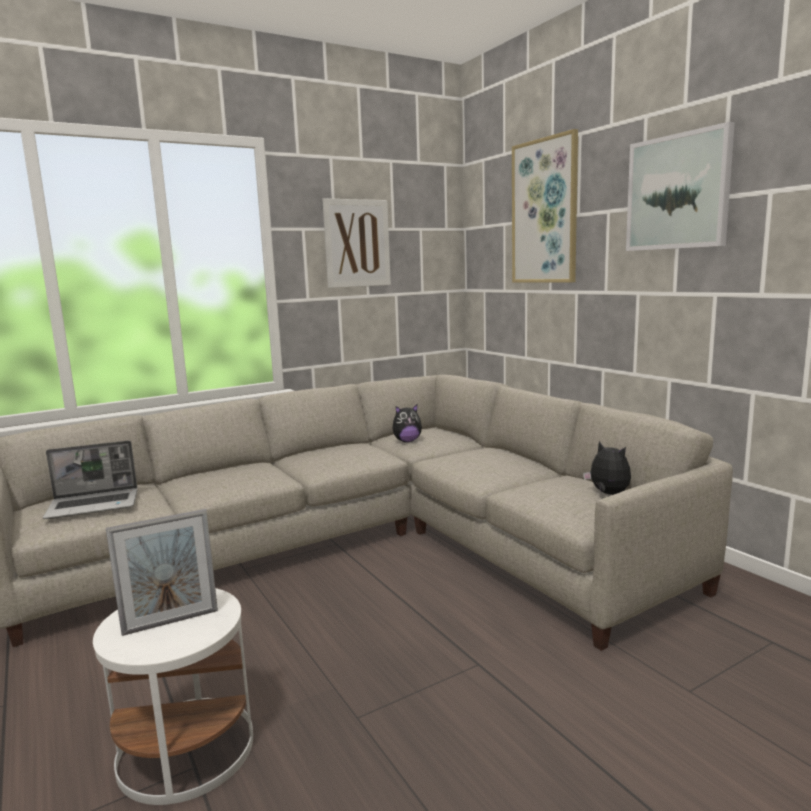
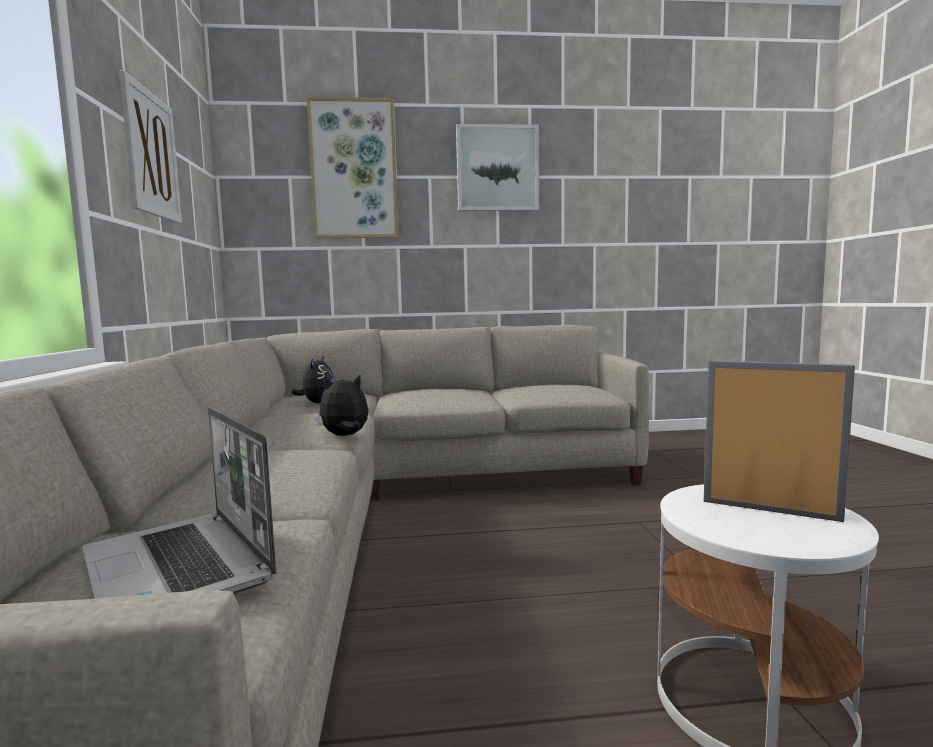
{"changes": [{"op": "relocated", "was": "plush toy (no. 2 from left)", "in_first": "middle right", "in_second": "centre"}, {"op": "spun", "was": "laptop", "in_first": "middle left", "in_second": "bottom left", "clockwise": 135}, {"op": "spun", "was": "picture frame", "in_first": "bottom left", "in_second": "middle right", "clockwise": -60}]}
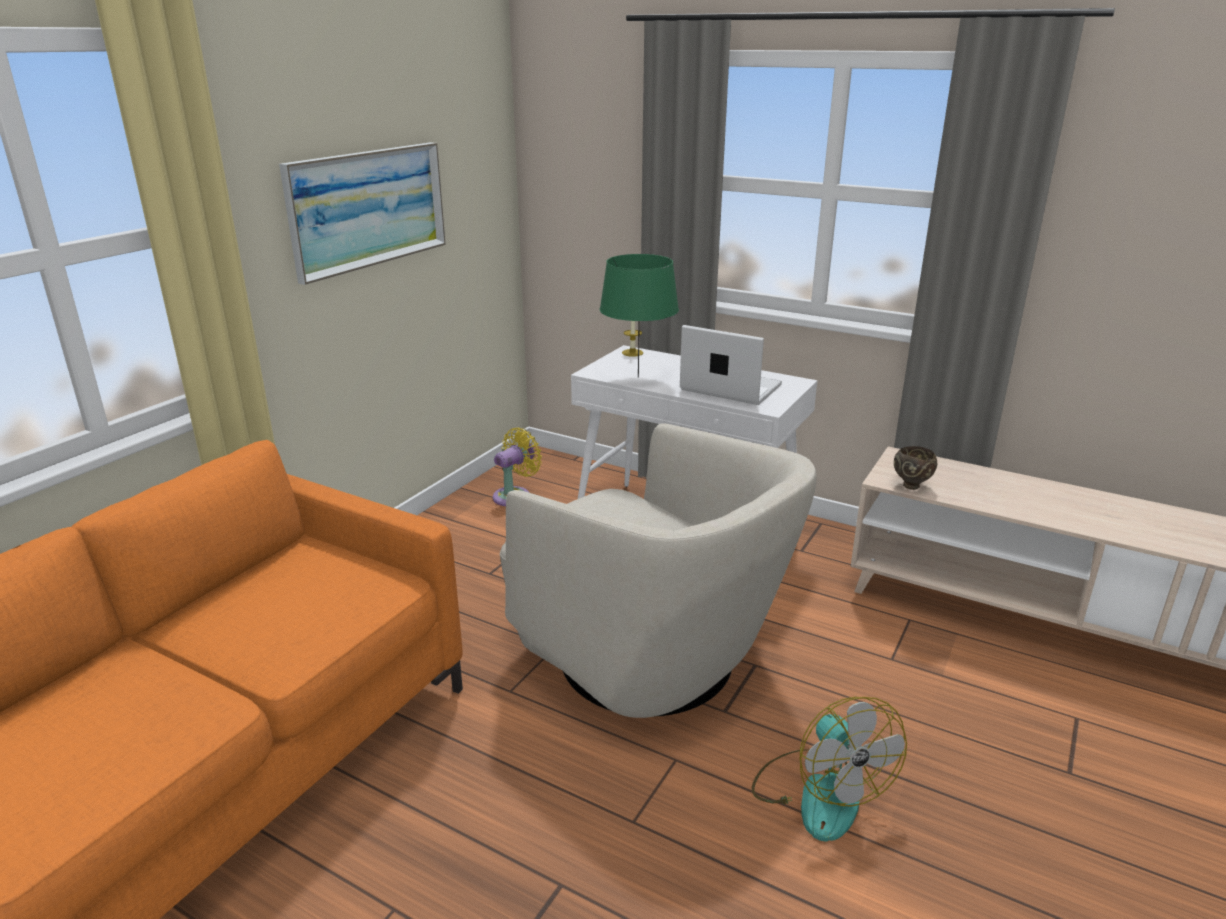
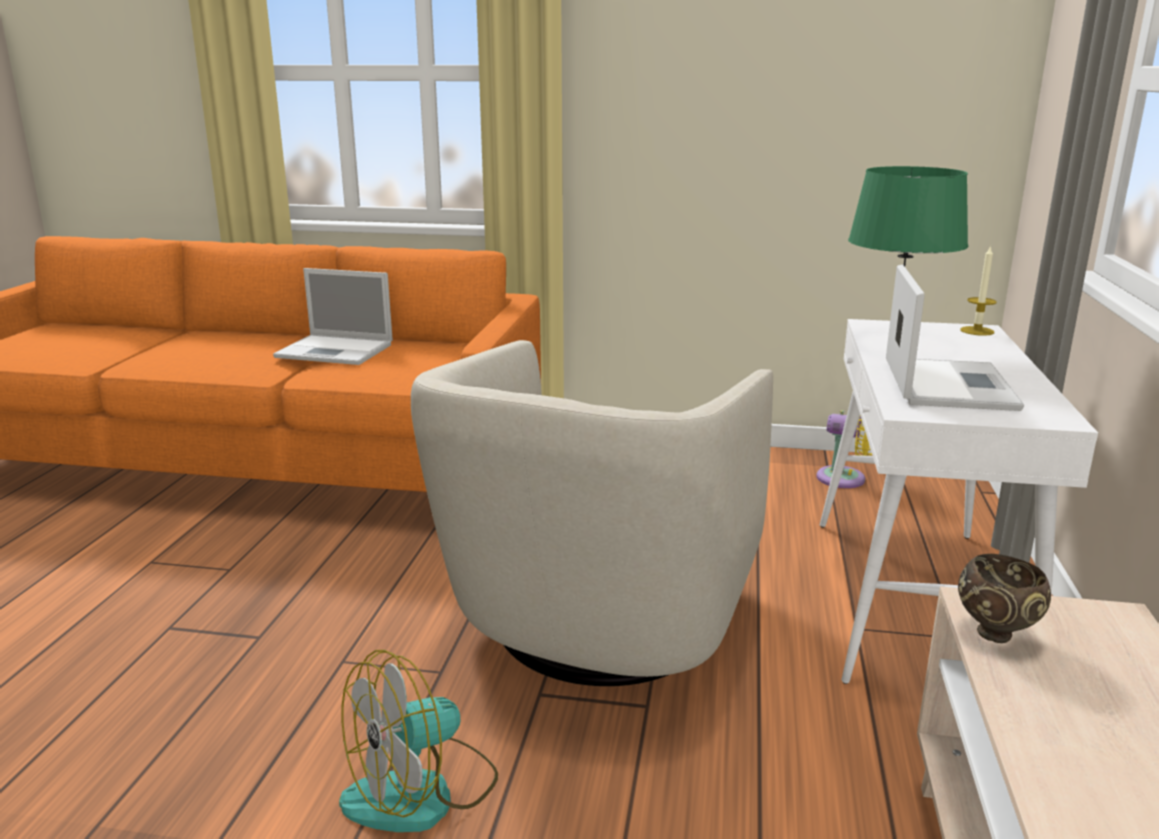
{"changes": [{"op": "missing", "was": "picture", "in_first": "top left"}, {"op": "appeared", "now": "laptop (no. 1 from left)", "in_second": "middle left"}]}
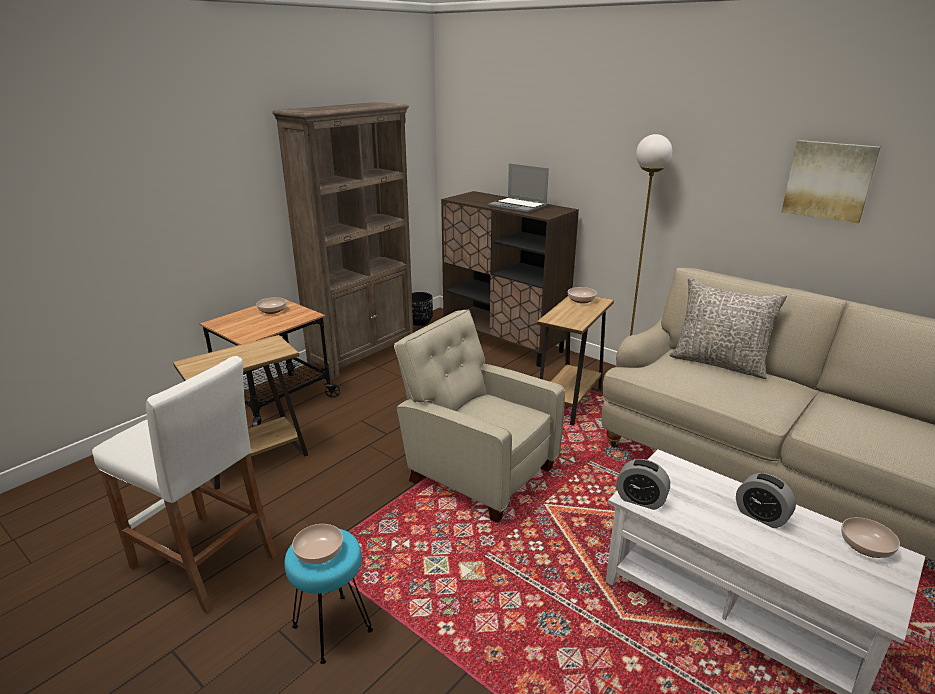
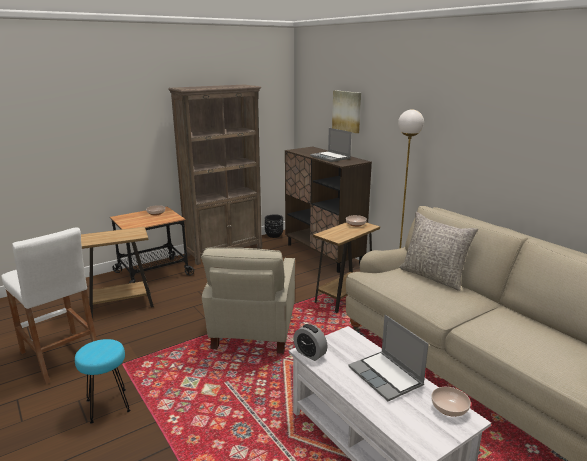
{"changes": [{"op": "missing", "was": "bowl (no. 2 from left)", "in_first": "bottom centre"}, {"op": "relocated", "was": "picture", "in_first": "top right", "in_second": "top centre"}, {"op": "exchanged", "was": "alarm clock (no. 2 from left)", "now": "laptop (no. 2 from left)", "in_first": "bottom right", "in_second": "bottom centre"}, {"op": "spun", "was": "armchair (beige)", "in_first": "centre", "in_second": "centre", "clockwise": -135}]}
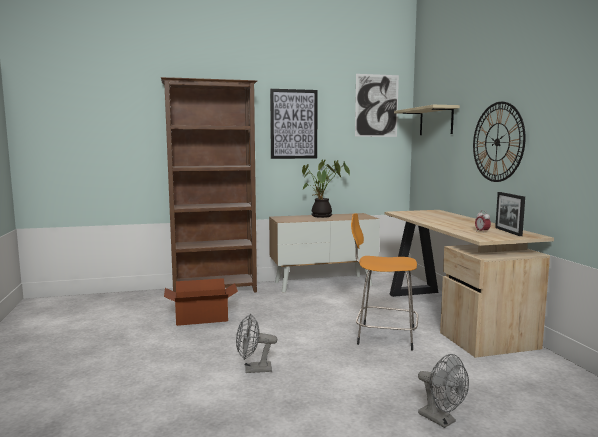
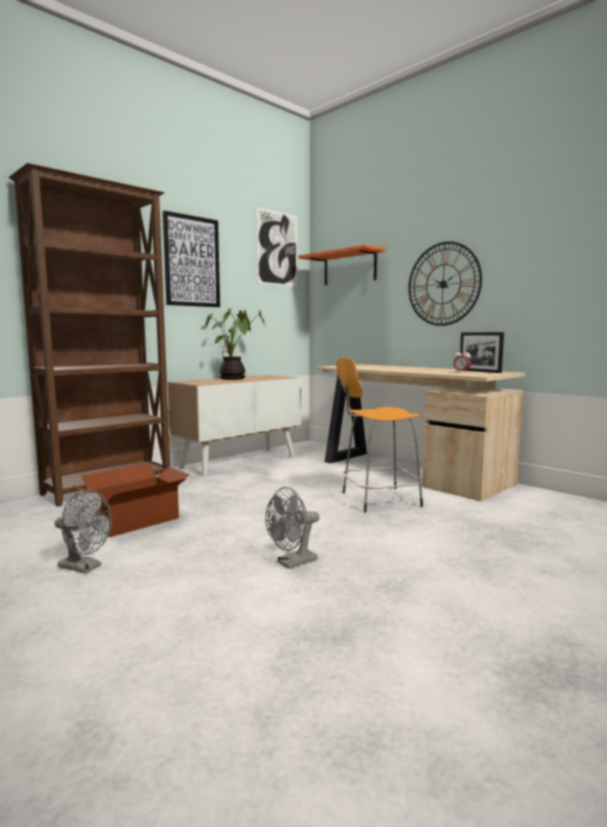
{"changes": [{"op": "relocated", "was": "fan (grey) (no. 2 from left in the first image)", "now": "fan (grey) (no. 1 from left)", "in_first": "bottom right", "in_second": "middle left"}, {"op": "colour", "was": "shelf (beige)", "now": "shelf (orange)", "in_first": "top right", "in_second": "top centre"}]}
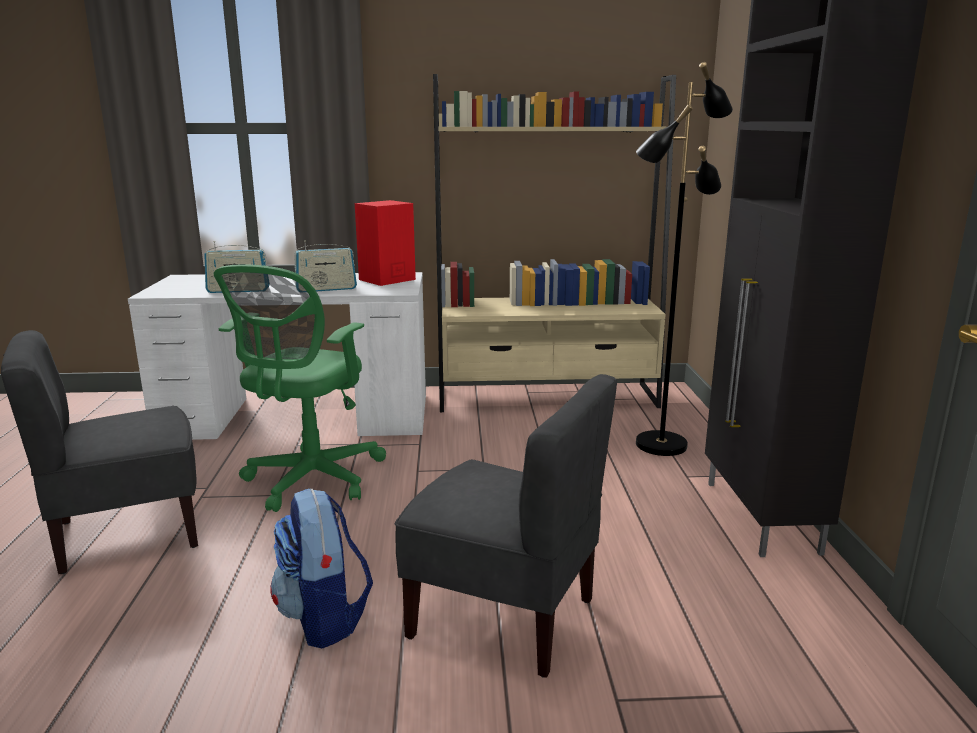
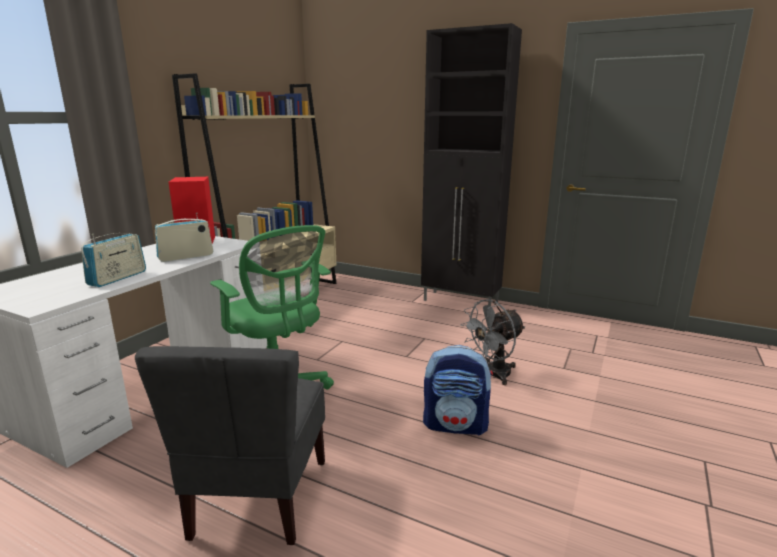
{"changes": [{"op": "missing", "was": "floor lamp (black)", "in_first": "middle right"}, {"op": "exchanged", "was": "chair (grey) (no. 2 from left)", "now": "fan (grey)", "in_first": "bottom centre", "in_second": "centre"}, {"op": "spun", "was": "radio (no. 2 from left)", "in_first": "middle left", "in_second": "middle left", "clockwise": -135}]}
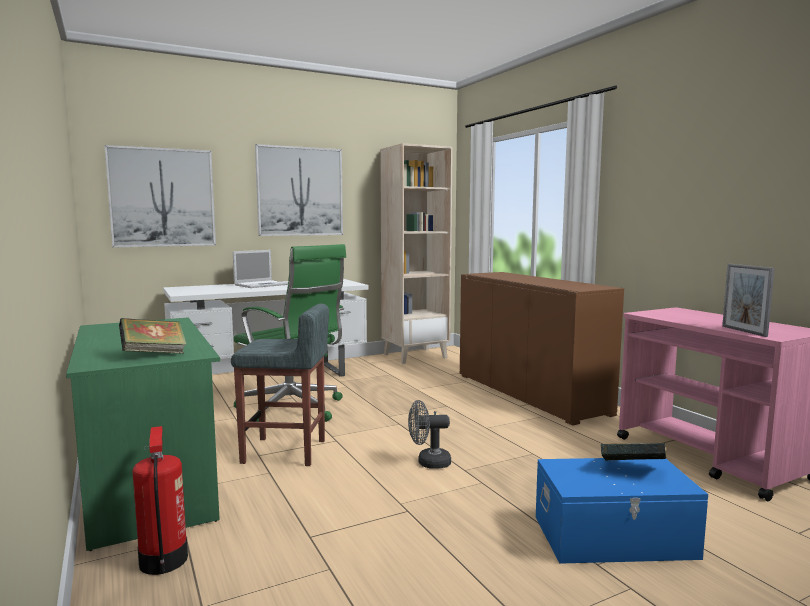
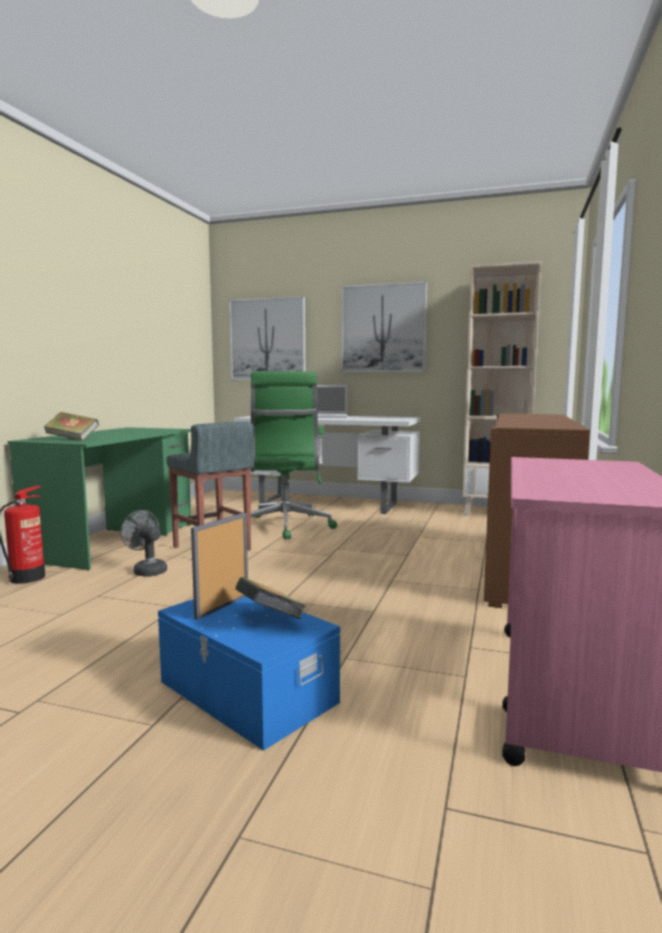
{"changes": [{"op": "relocated", "was": "fan (grey)", "in_first": "bottom centre", "in_second": "middle left"}, {"op": "relocated", "was": "picture frame", "in_first": "middle right", "in_second": "middle left"}]}
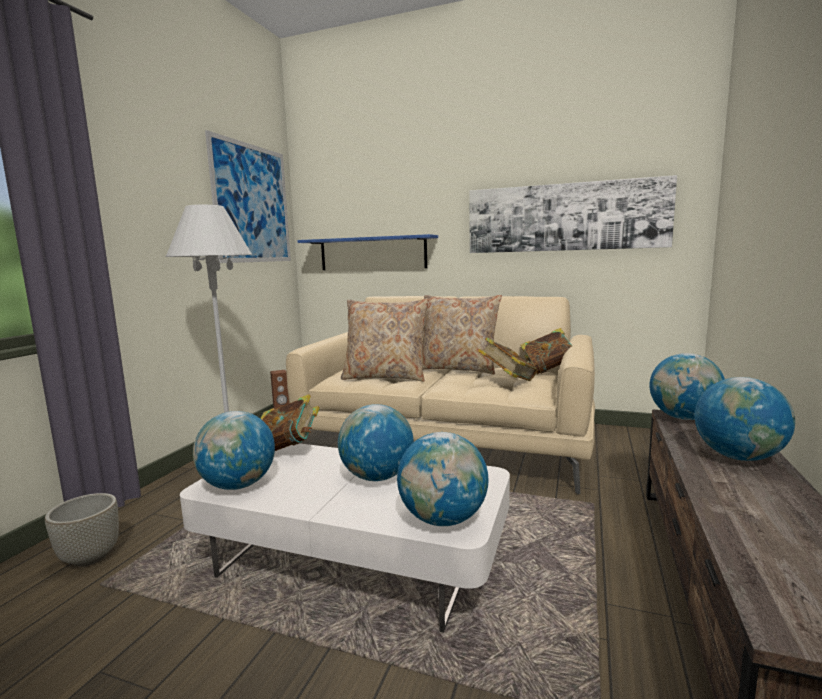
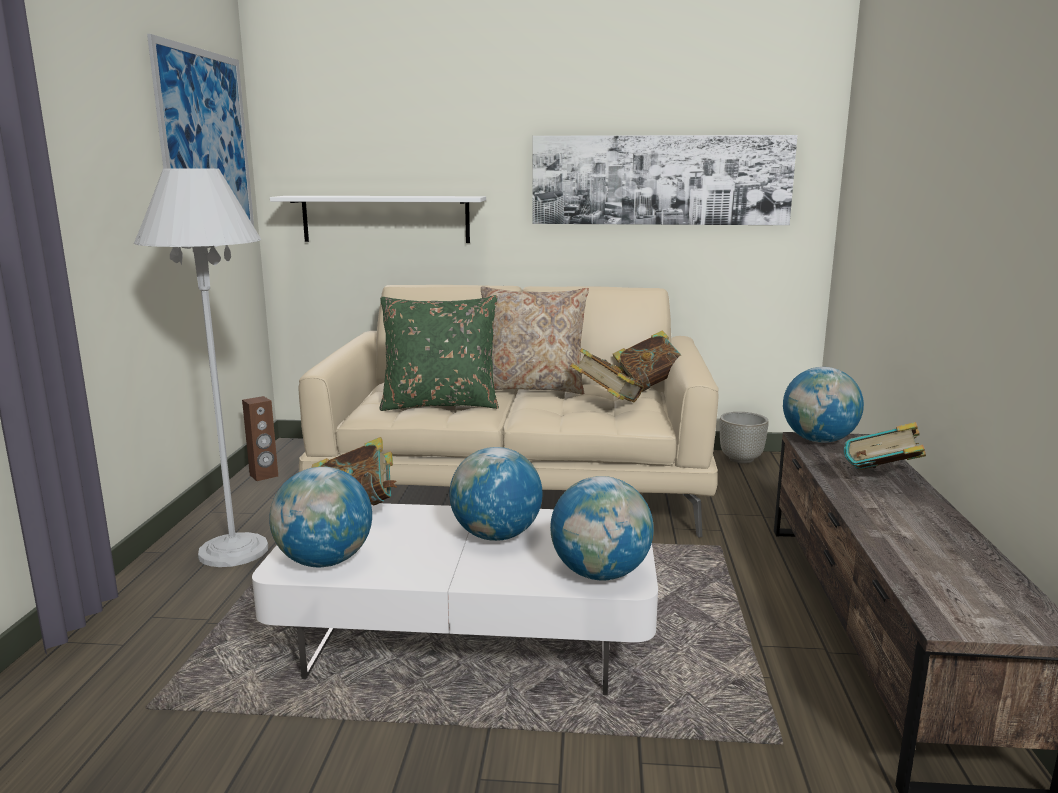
{"changes": [{"op": "relocated", "was": "planter (grey)", "in_first": "bottom left", "in_second": "middle right"}, {"op": "exchanged", "was": "globe (no. 5 from left)", "now": "book (no. 4 from left)", "in_first": "middle right", "in_second": "middle right"}, {"op": "colour", "was": "shelf (blue)", "now": "shelf (white)", "in_first": "centre", "in_second": "top centre"}, {"op": "colour", "was": "pillow (beige) (no. 1 from left)", "now": "pillow (green)", "in_first": "centre", "in_second": "centre"}]}
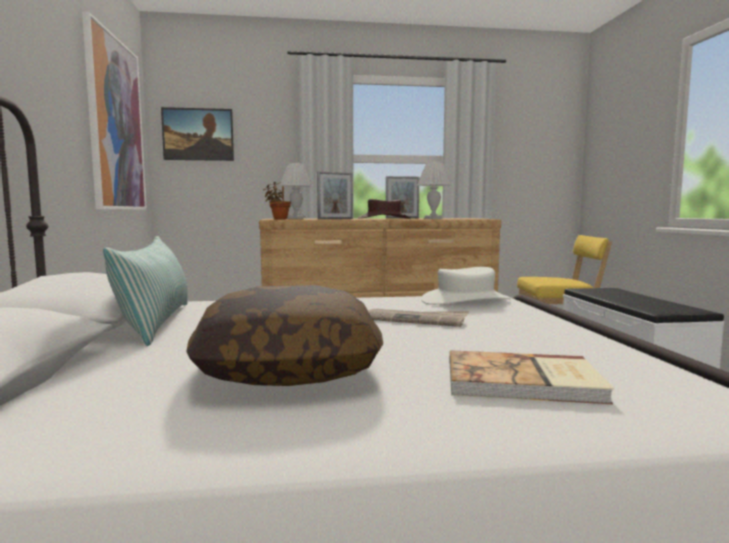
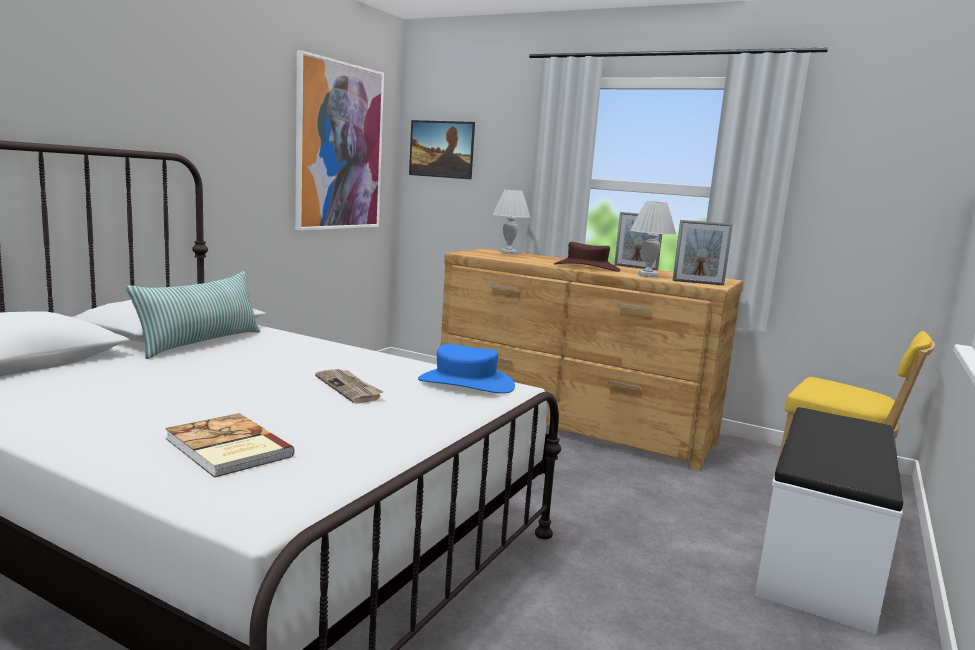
{"changes": [{"op": "missing", "was": "pillow (no. 2 from left)", "in_first": "centre"}, {"op": "missing", "was": "potted plant", "in_first": "centre"}, {"op": "relocated", "was": "picture frame (no. 1 from left in the first image)", "now": "picture frame (no. 2 from left)", "in_first": "centre", "in_second": "middle right"}, {"op": "colour", "was": "hat (white)", "now": "hat (blue)", "in_first": "centre", "in_second": "centre"}]}
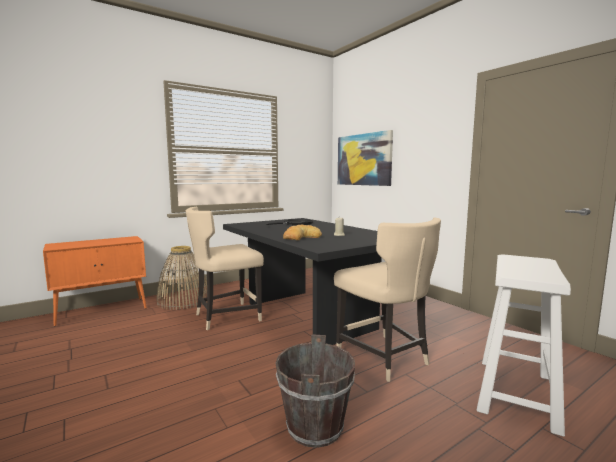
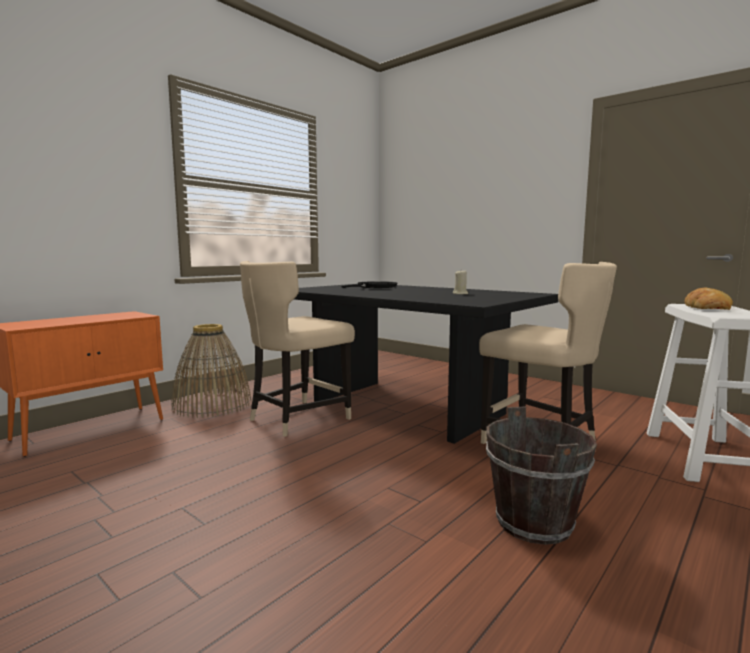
{"changes": [{"op": "missing", "was": "picture", "in_first": "centre"}, {"op": "relocated", "was": "bread", "in_first": "centre", "in_second": "middle right"}]}
